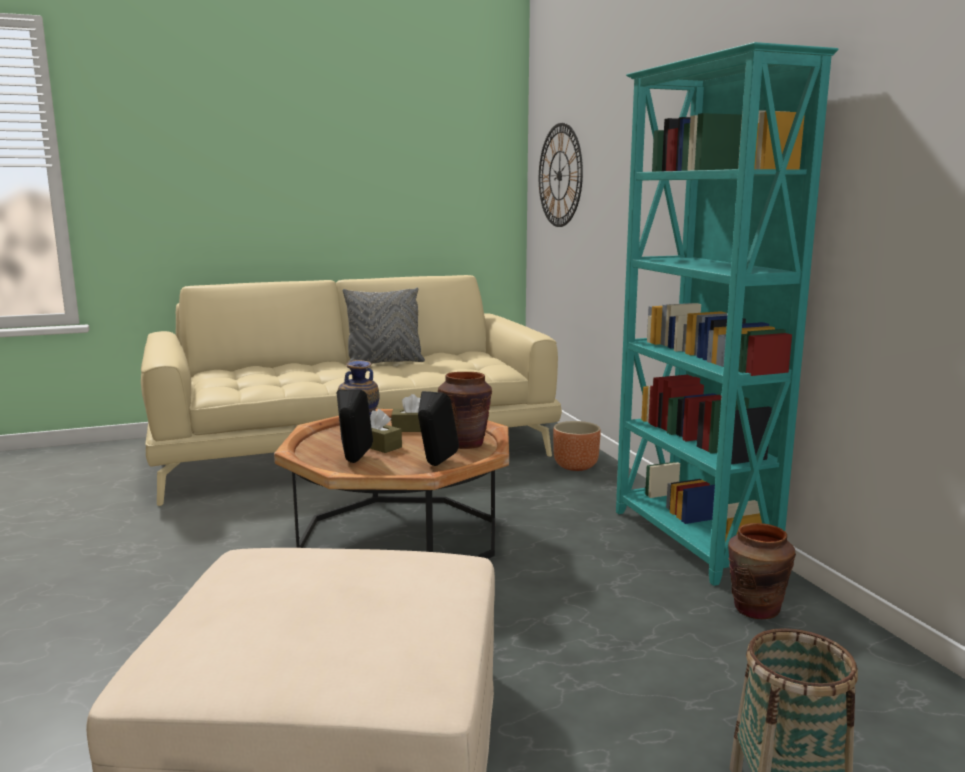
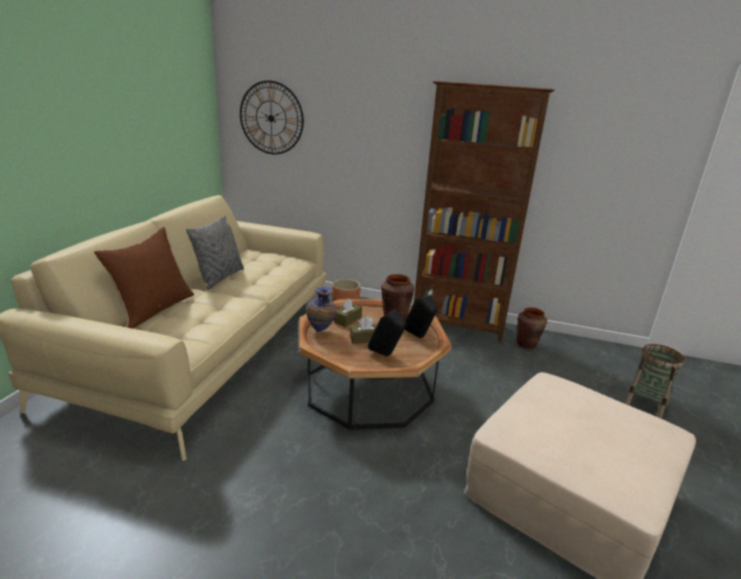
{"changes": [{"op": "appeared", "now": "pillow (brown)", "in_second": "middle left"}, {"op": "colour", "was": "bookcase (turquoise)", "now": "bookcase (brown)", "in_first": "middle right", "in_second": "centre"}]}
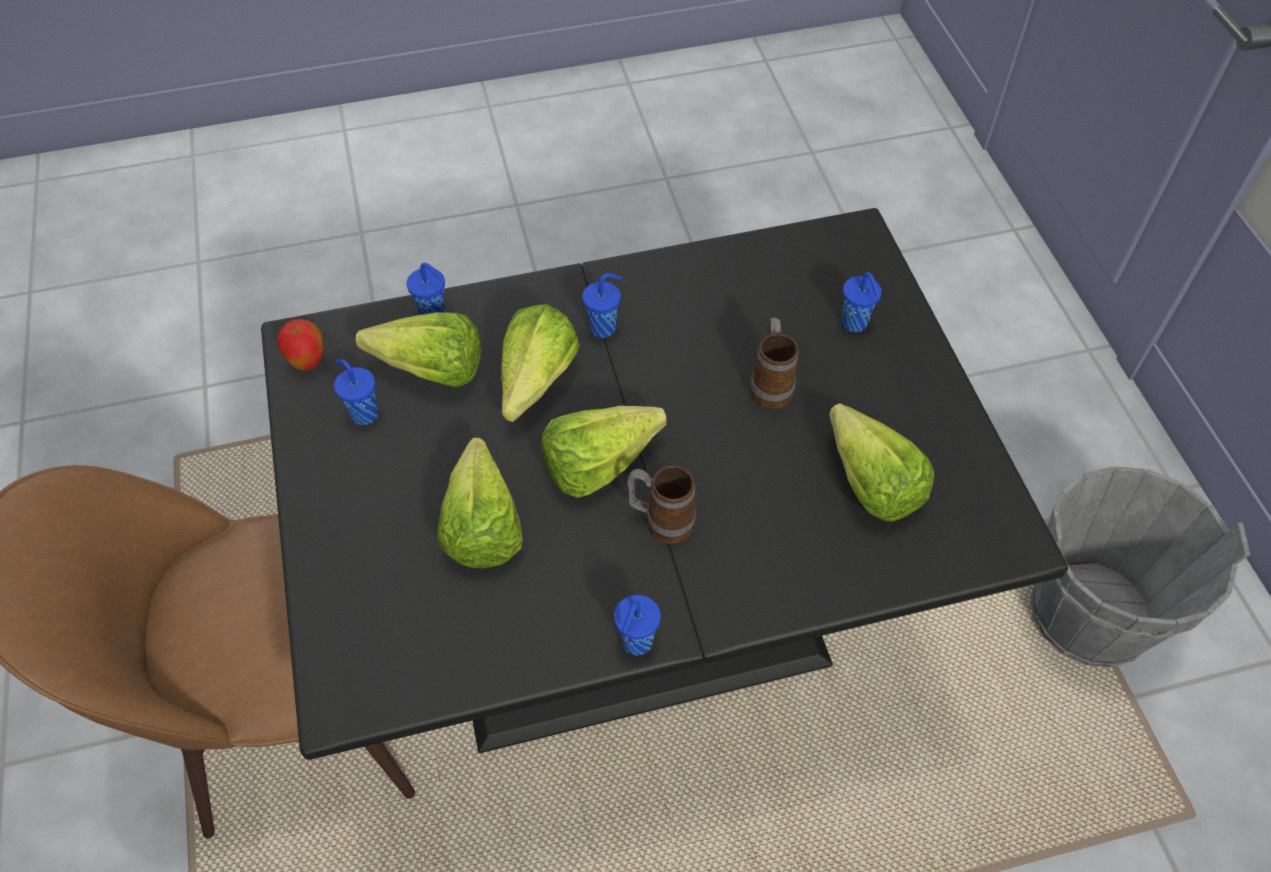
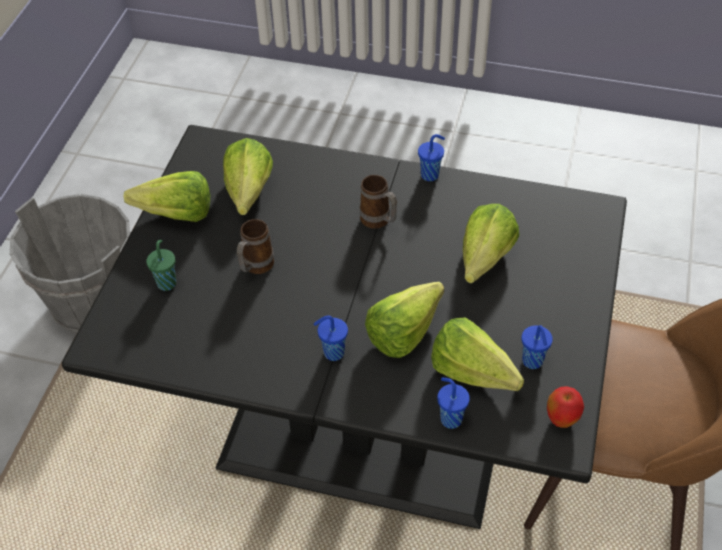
{"changes": [{"op": "relocated", "was": "lettuce (no. 4 from left in the first image)", "now": "lettuce (no. 1 from left)", "in_first": "centre", "in_second": "middle left"}, {"op": "colour", "was": "cup (blue) (no. 5 from left)", "now": "cup (green)", "in_first": "middle right", "in_second": "middle left"}]}
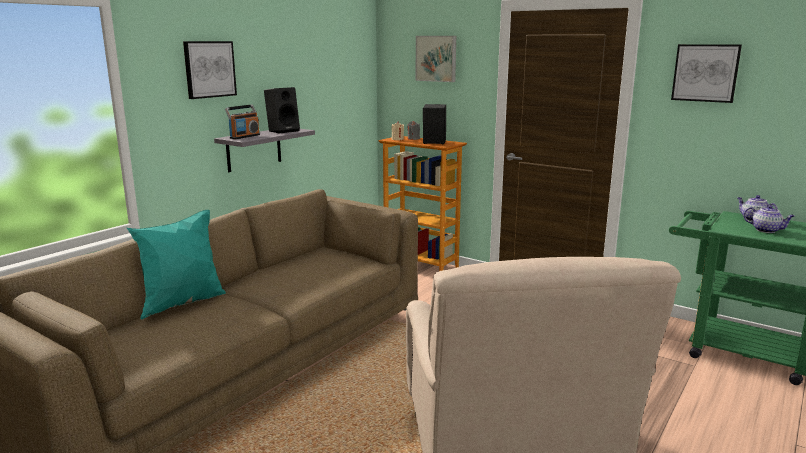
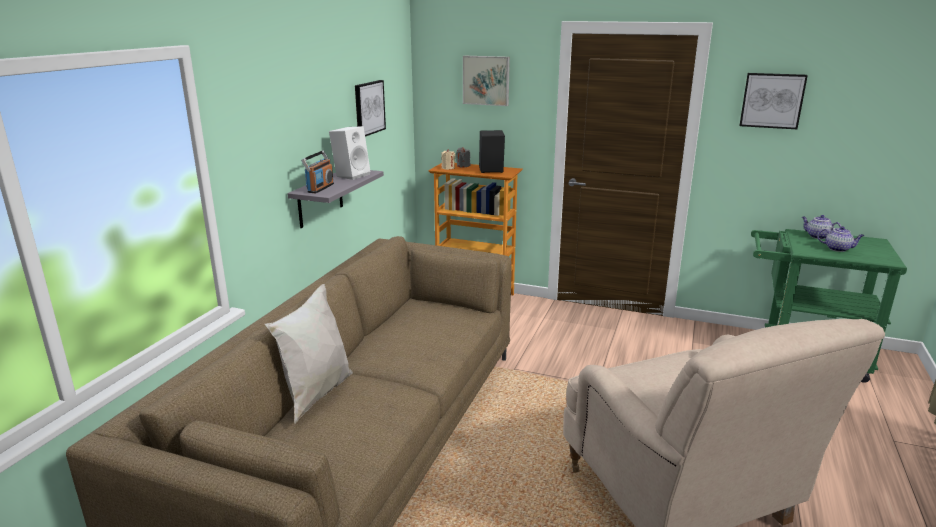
{"changes": [{"op": "relocated", "was": "picture (no. 1 from left)", "in_first": "top left", "in_second": "top centre"}, {"op": "colour", "was": "pillow (turquoise)", "now": "pillow (white)", "in_first": "middle left", "in_second": "bottom left"}, {"op": "colour", "was": "speaker (black) (no. 1 from left)", "now": "speaker (white)", "in_first": "top centre", "in_second": "top centre"}]}
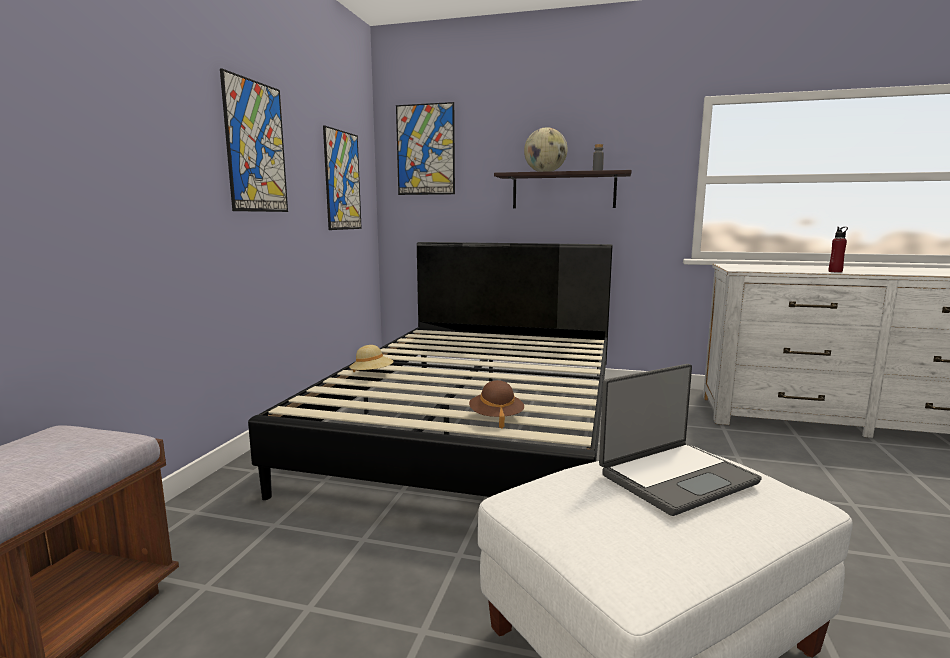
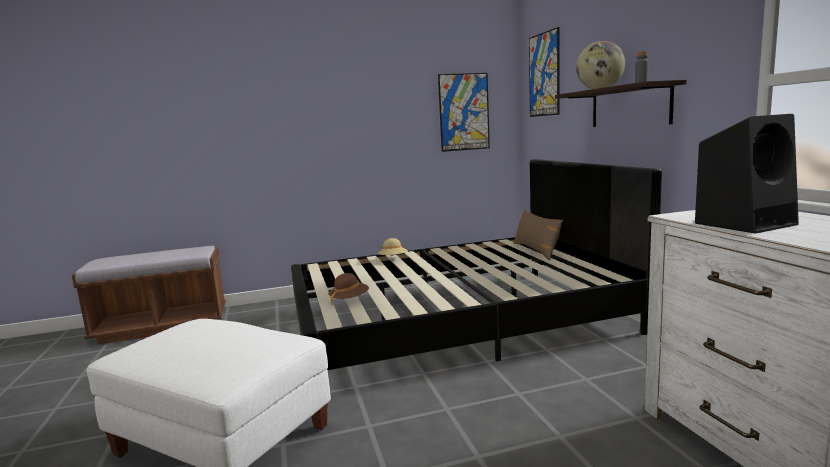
{"changes": [{"op": "missing", "was": "picture (no. 1 from left)", "in_first": "top left"}, {"op": "missing", "was": "laptop", "in_first": "bottom right"}, {"op": "missing", "was": "bottle (red)", "in_first": "middle right"}, {"op": "appeared", "now": "pillow (brown)", "in_second": "centre"}, {"op": "appeared", "now": "speaker (black)", "in_second": "middle right"}]}
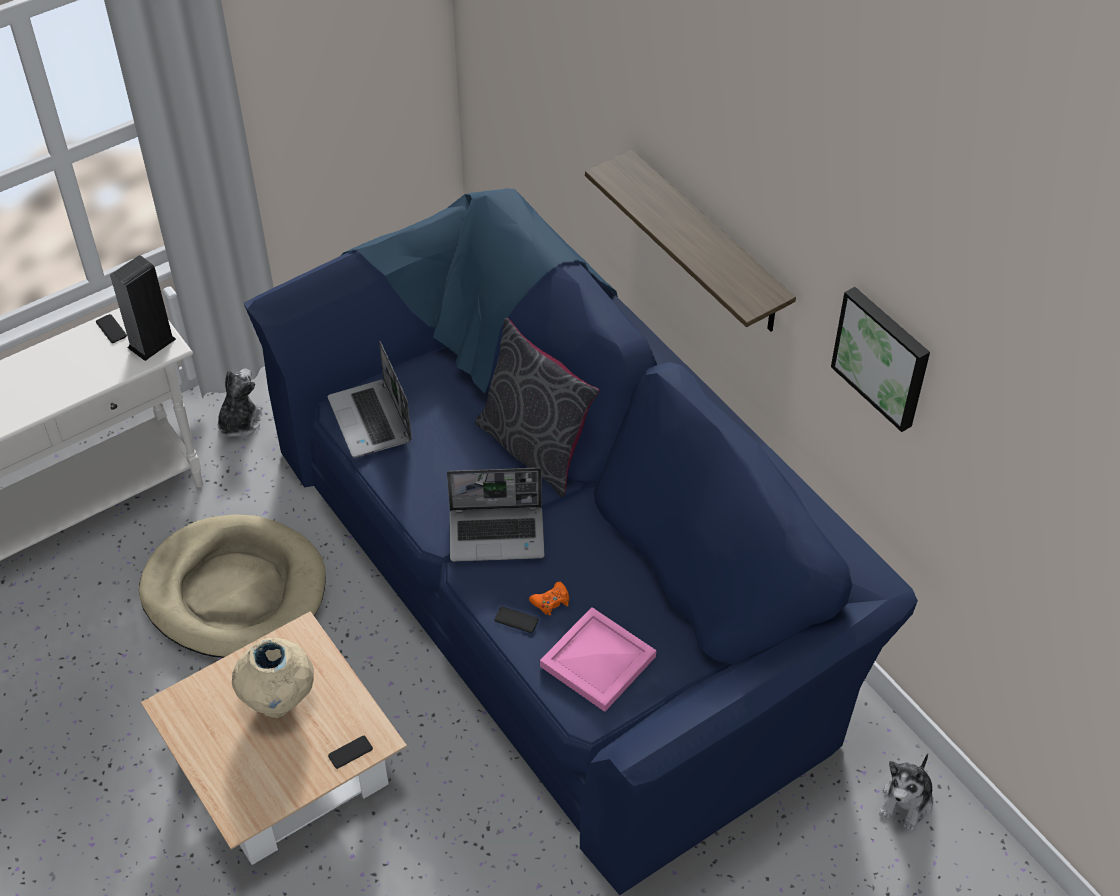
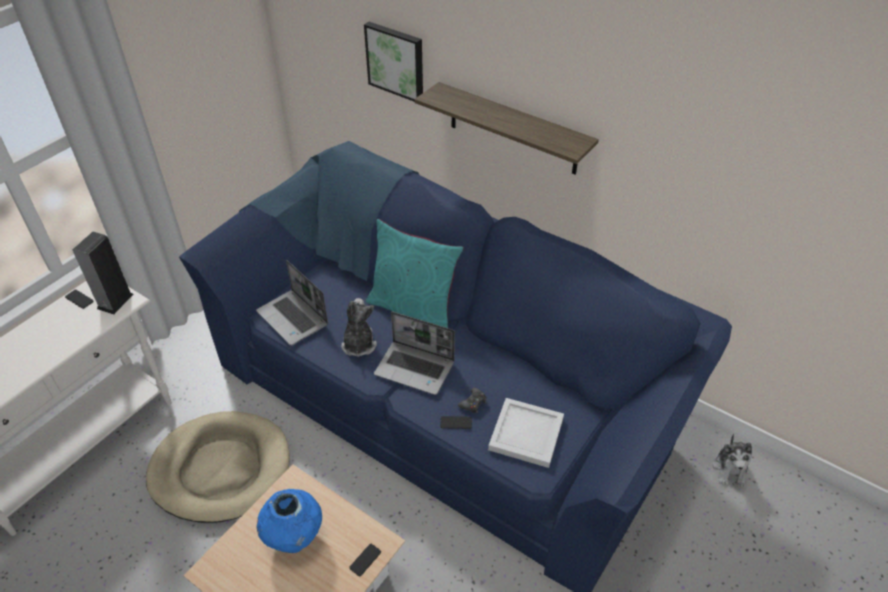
{"changes": [{"op": "relocated", "was": "plush toy (no. 1 from left)", "in_first": "middle left", "in_second": "centre"}, {"op": "relocated", "was": "picture", "in_first": "middle right", "in_second": "top centre"}, {"op": "colour", "was": "vase (beige)", "now": "vase (blue)", "in_first": "bottom left", "in_second": "bottom left"}, {"op": "colour", "was": "pillow (grey)", "now": "pillow (turquoise)", "in_first": "centre", "in_second": "centre"}, {"op": "colour", "was": "game controller (orange)", "now": "game controller (black)", "in_first": "bottom centre", "in_second": "bottom centre"}, {"op": "colour", "was": "tray (pink)", "now": "tray (white)", "in_first": "bottom centre", "in_second": "bottom centre"}, {"op": "spun", "was": "laptop (no. 2 from left)", "in_first": "centre", "in_second": "centre", "clockwise": 45}]}
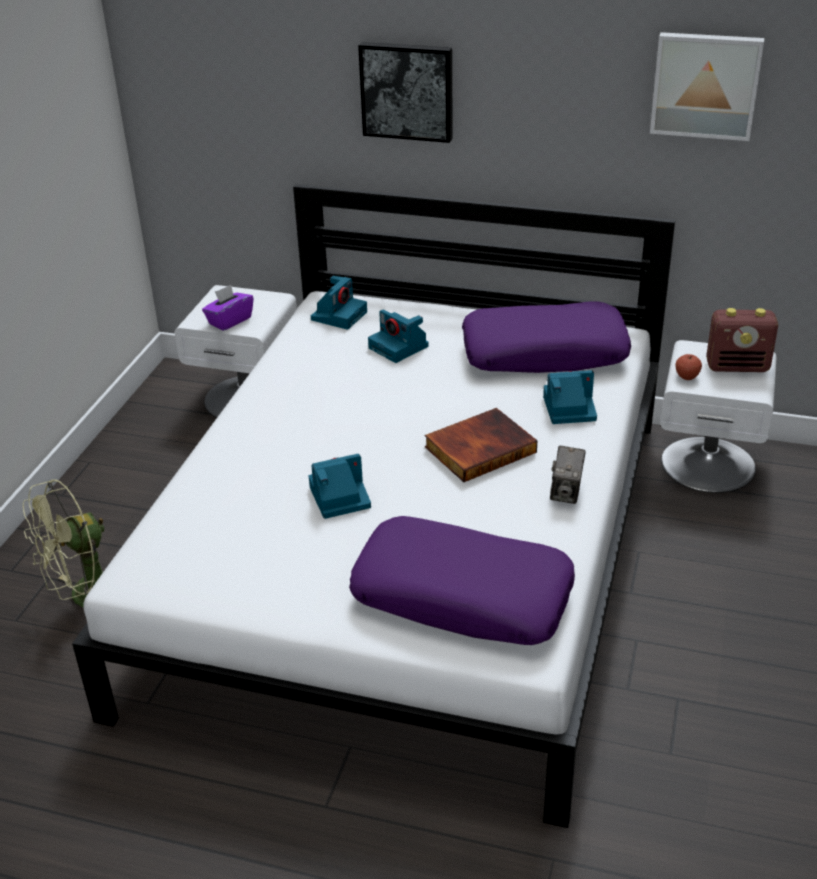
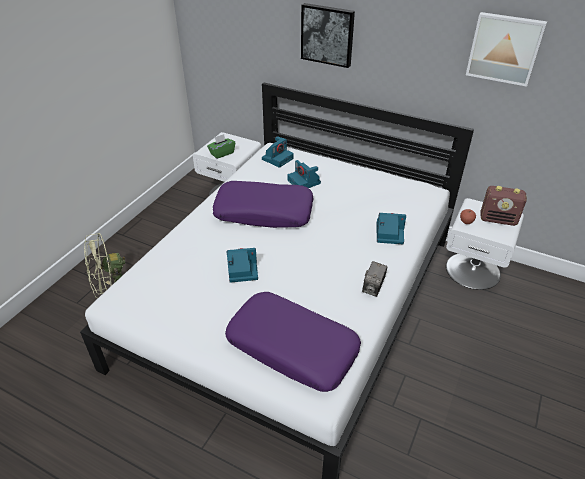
{"changes": [{"op": "missing", "was": "book", "in_first": "centre"}, {"op": "relocated", "was": "pillow (purple) (no. 2 from left in the first image)", "now": "pillow (purple) (no. 1 from left)", "in_first": "middle right", "in_second": "centre"}, {"op": "colour", "was": "tissue box (purple)", "now": "tissue box (green)", "in_first": "middle left", "in_second": "top centre"}]}
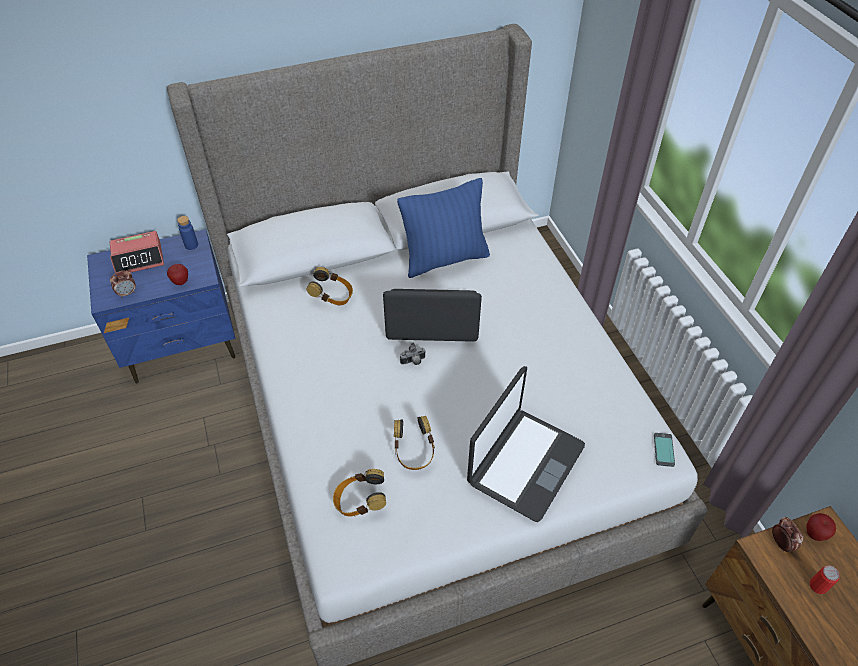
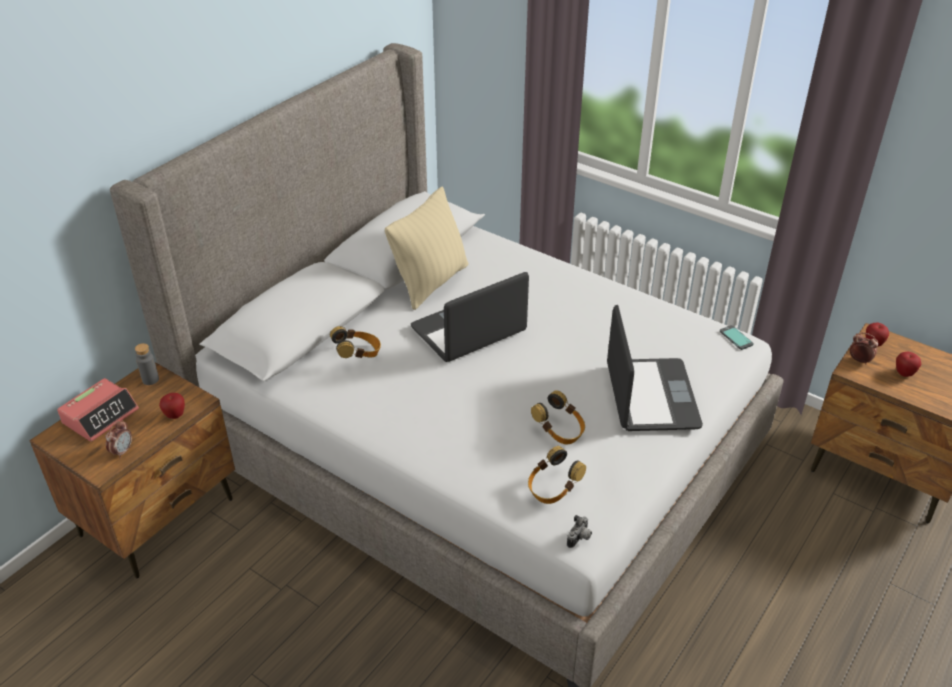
{"changes": [{"op": "relocated", "was": "photo camera", "in_first": "centre", "in_second": "bottom centre"}, {"op": "exchanged", "was": "can", "now": "apple (no. 3 from left)", "in_first": "bottom right", "in_second": "middle right"}, {"op": "colour", "was": "nightstand (blue)", "now": "nightstand (brown) (no. 1 from left)", "in_first": "middle left", "in_second": "bottom left"}, {"op": "colour", "was": "bottle (blue)", "now": "bottle (grey)", "in_first": "middle left", "in_second": "middle left"}, {"op": "colour", "was": "pillow (blue)", "now": "pillow (beige)", "in_first": "centre", "in_second": "centre"}]}
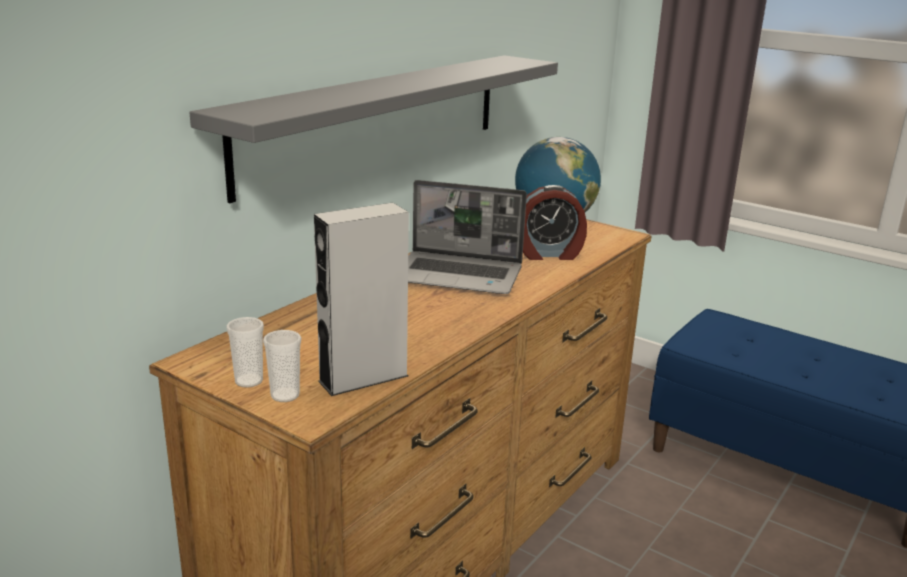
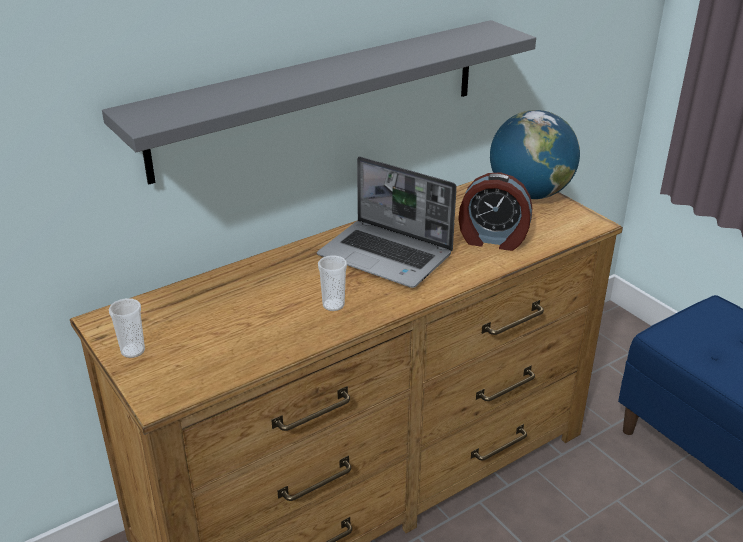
{"changes": [{"op": "missing", "was": "speaker (grey)", "in_first": "centre"}, {"op": "relocated", "was": "cup (no. 2 from left)", "in_first": "middle left", "in_second": "centre"}]}
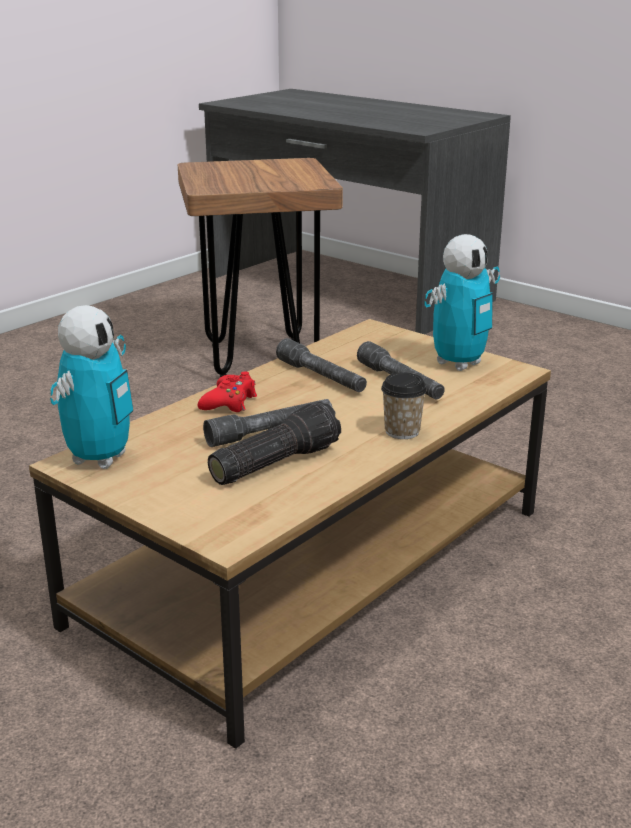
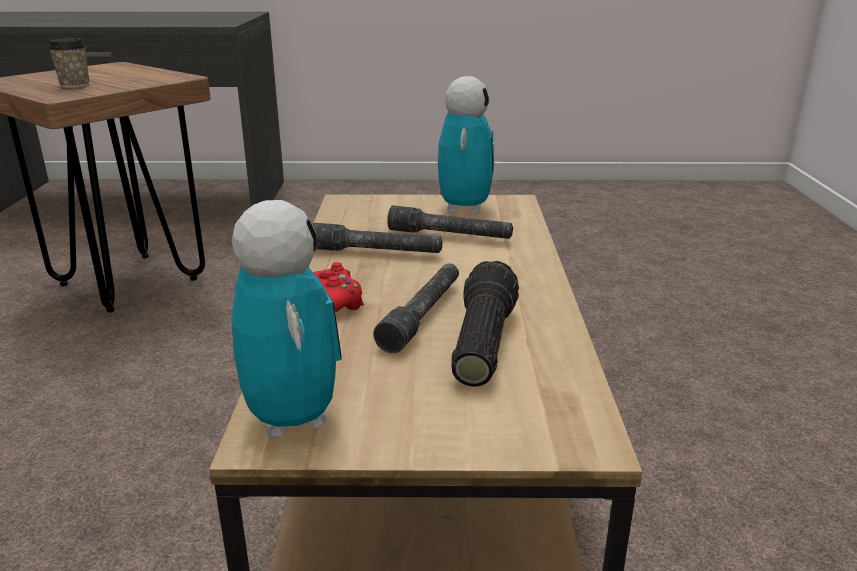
{"changes": [{"op": "relocated", "was": "cup", "in_first": "centre", "in_second": "top left"}]}
